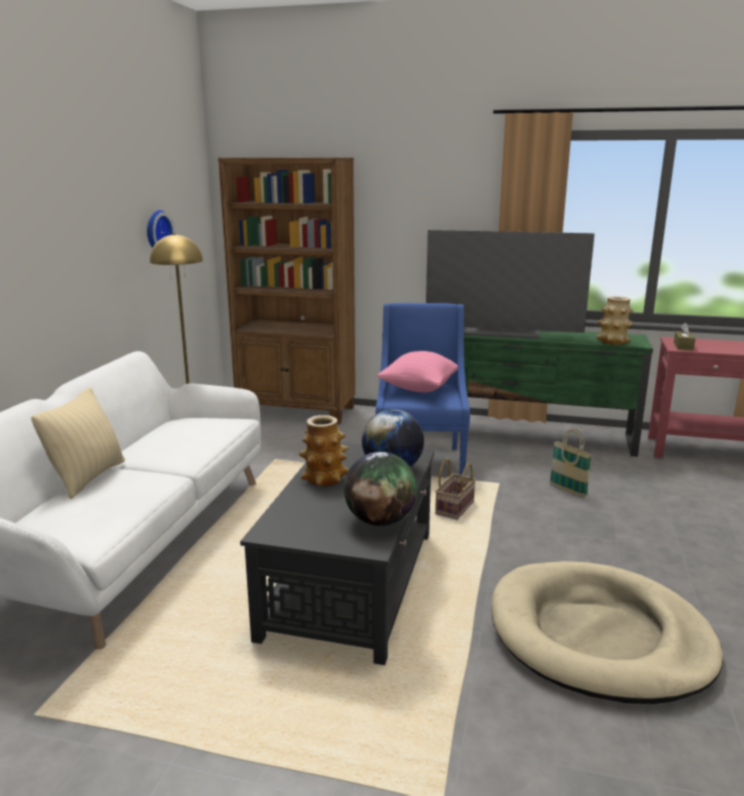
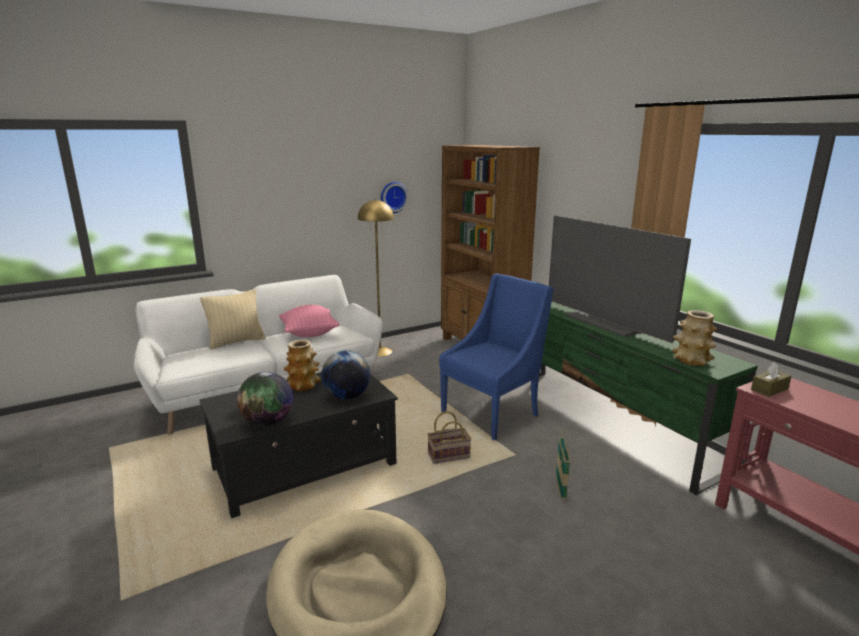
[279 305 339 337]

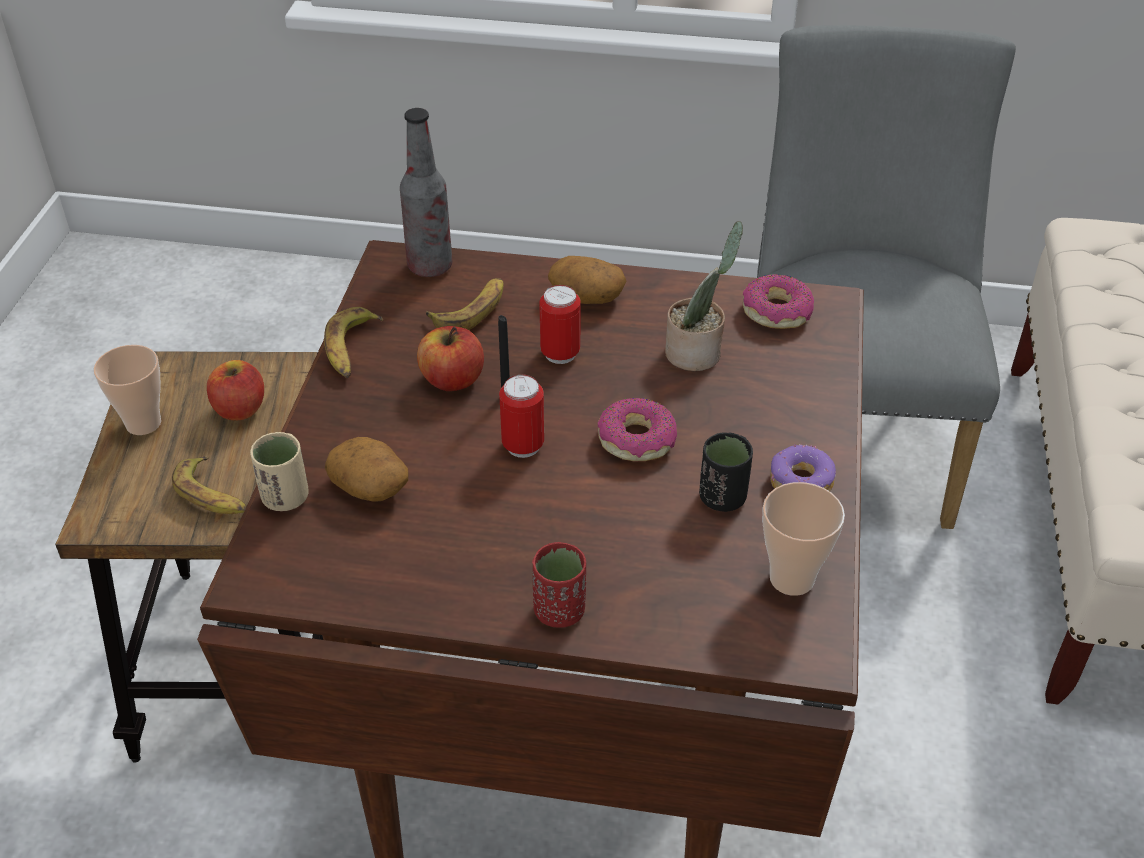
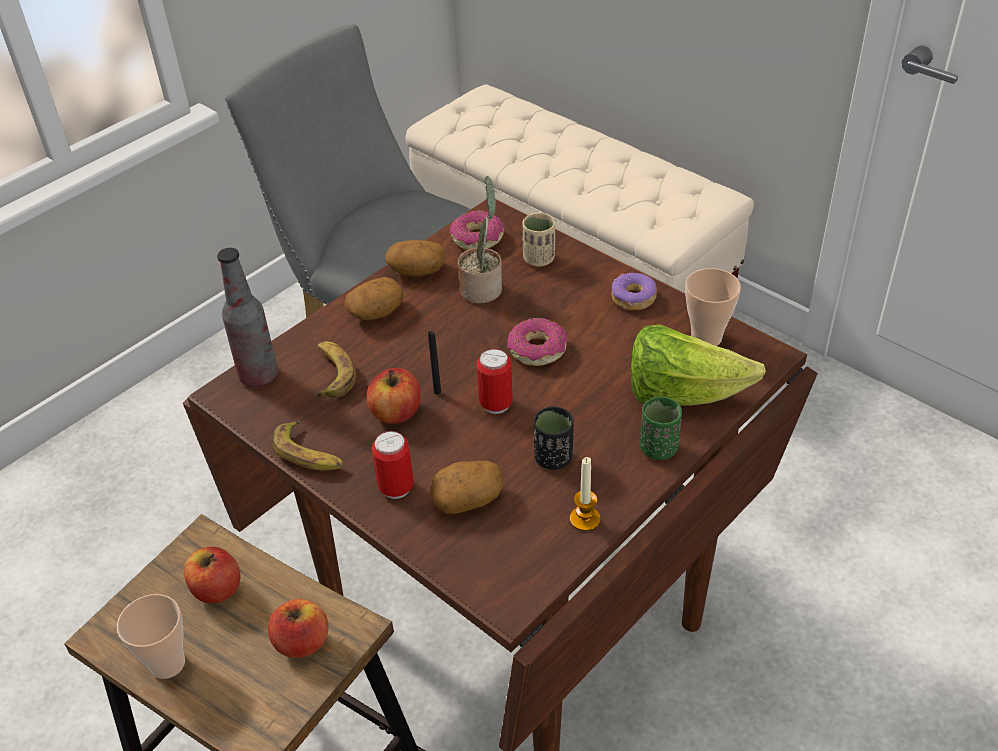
[268 599 328 658]
[522 213 555 267]
[640 397 682 460]
[372 431 414 499]
[534 406 574 470]
[385 240 446 277]
[570 457 601 531]
[631 324 766 406]

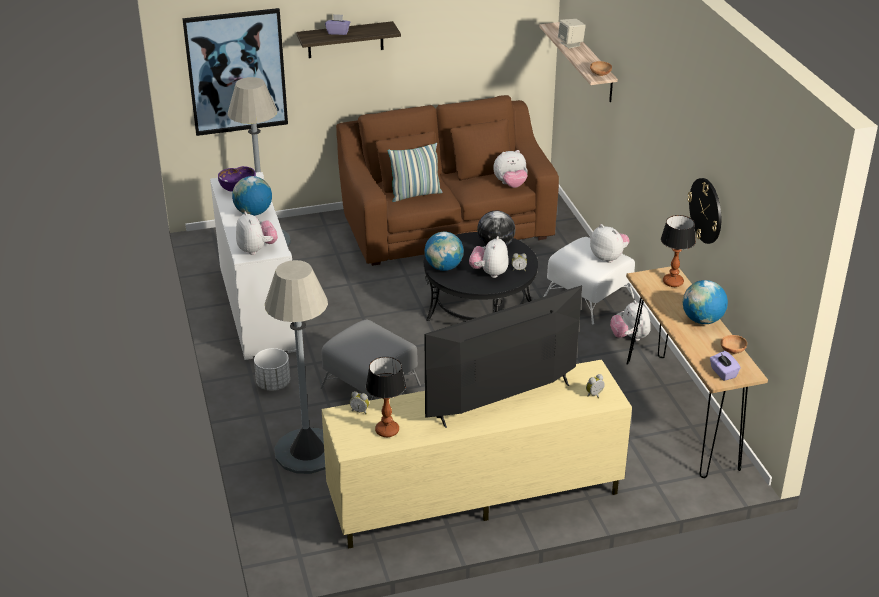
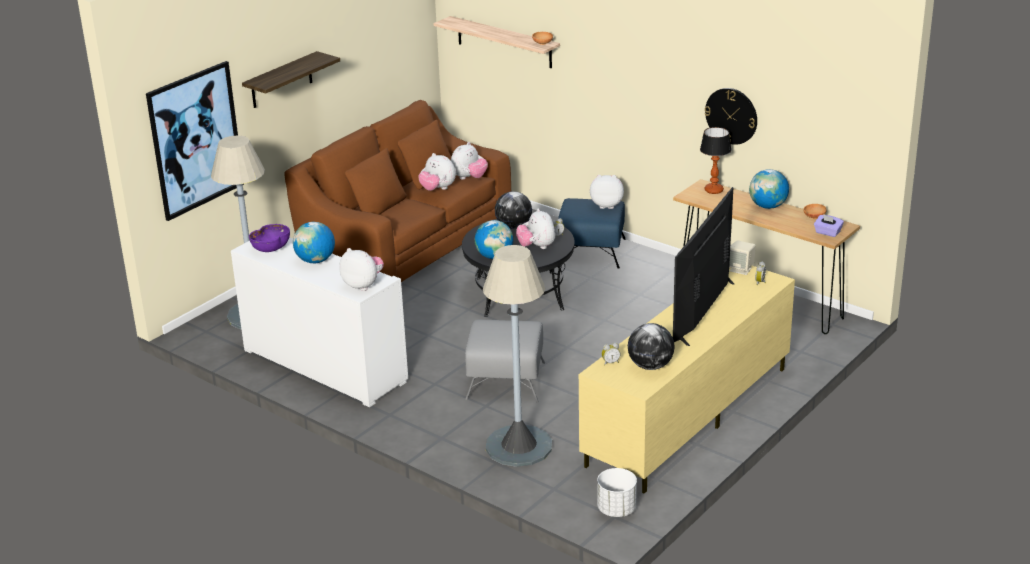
[597 468 637 517]
[325 14 350 35] (first image)
[628 323 675 370]
[388 143 443 202] (first image)
[558 198 626 269]
[729 240 756 275]
[418 153 456 191]

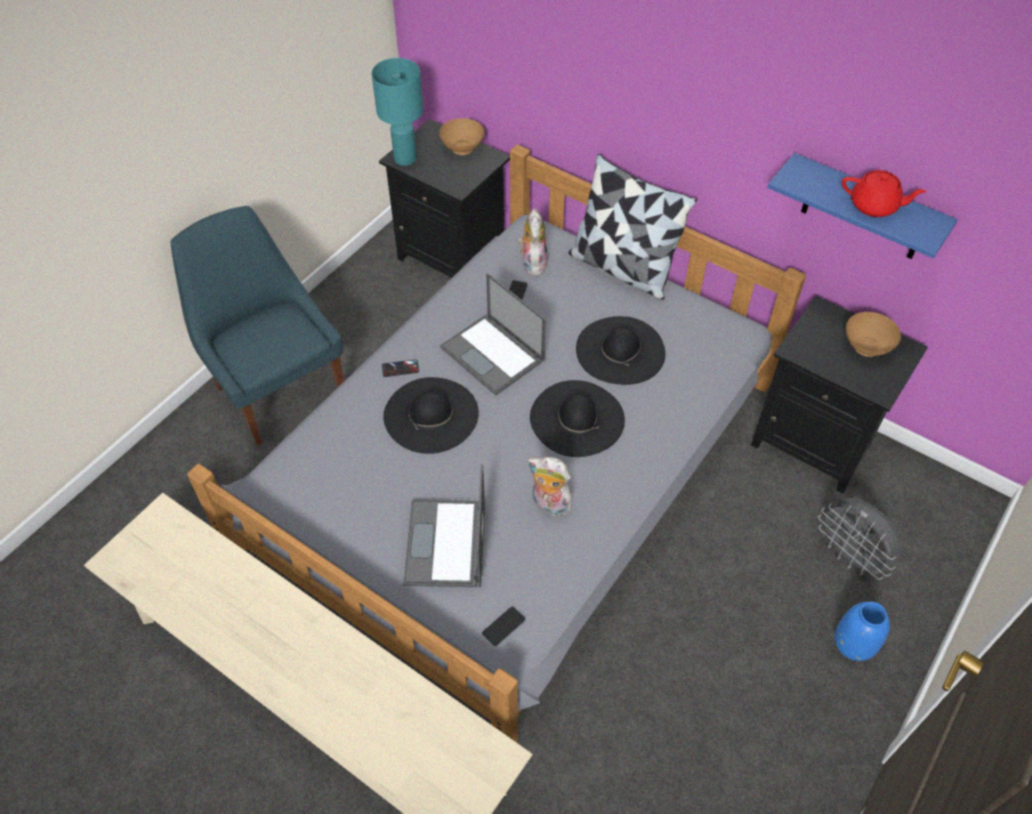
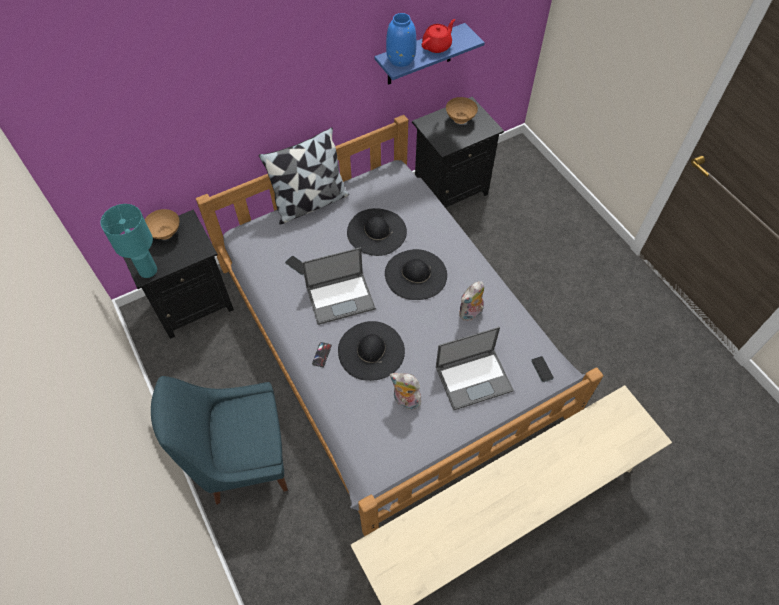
[436 327 514 410]
[390 373 421 410]
[818 498 902 580] (first image)
[386 13 416 67]

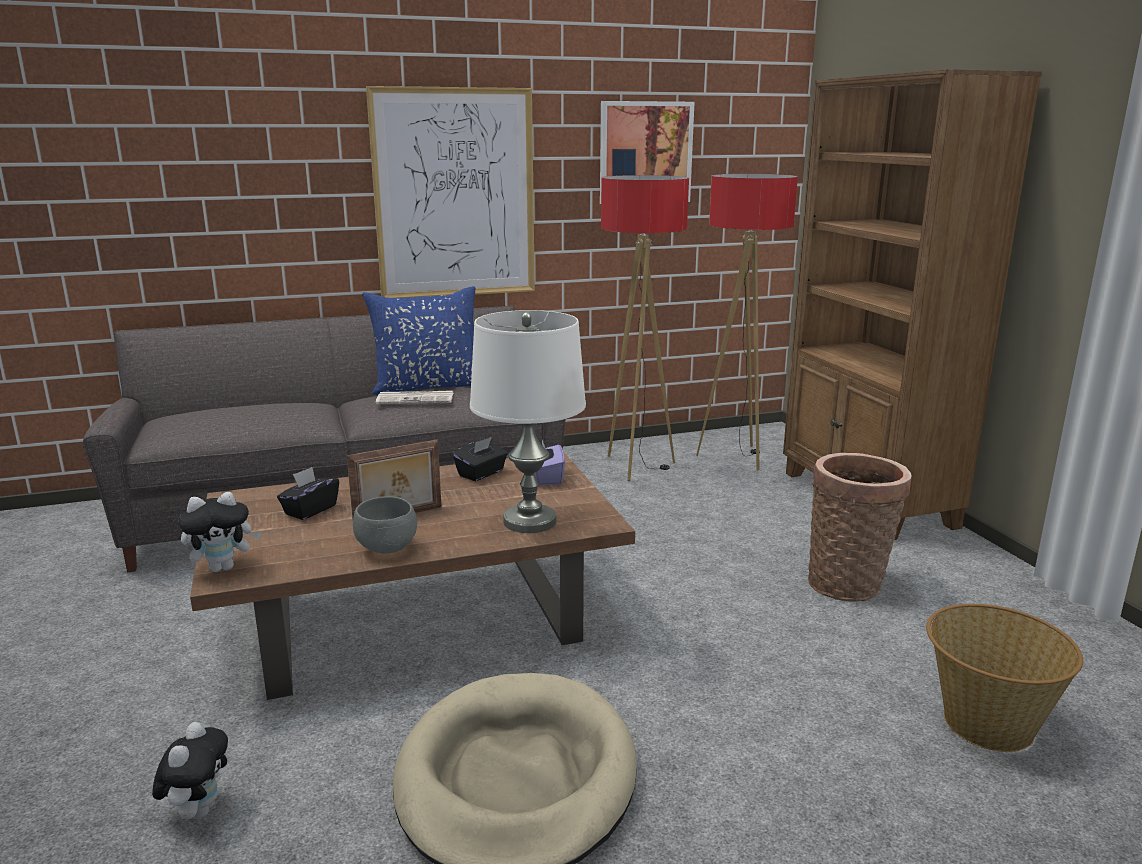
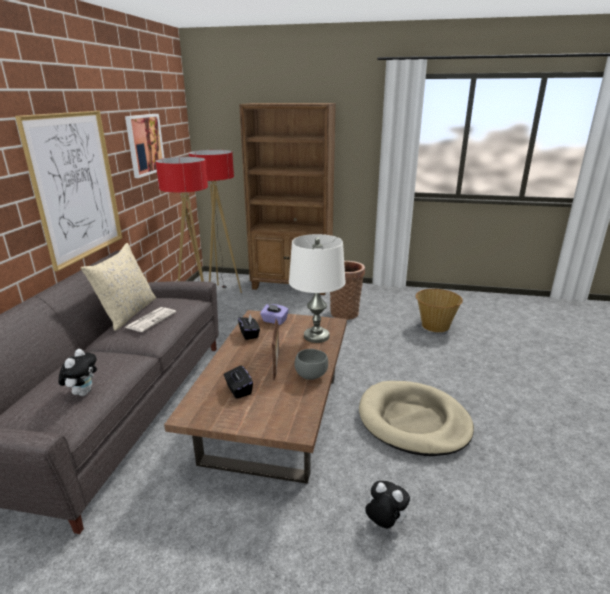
[58 349 97 396]
[81 243 156 331]

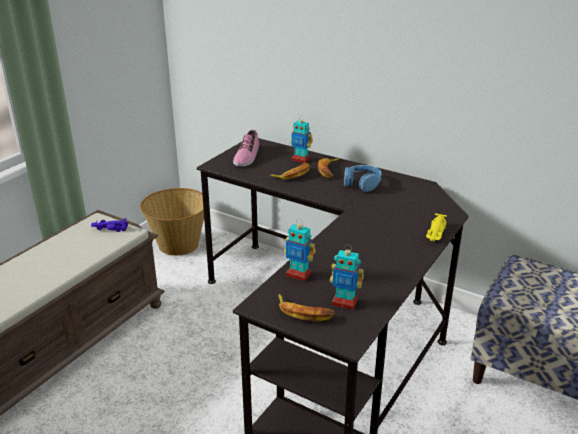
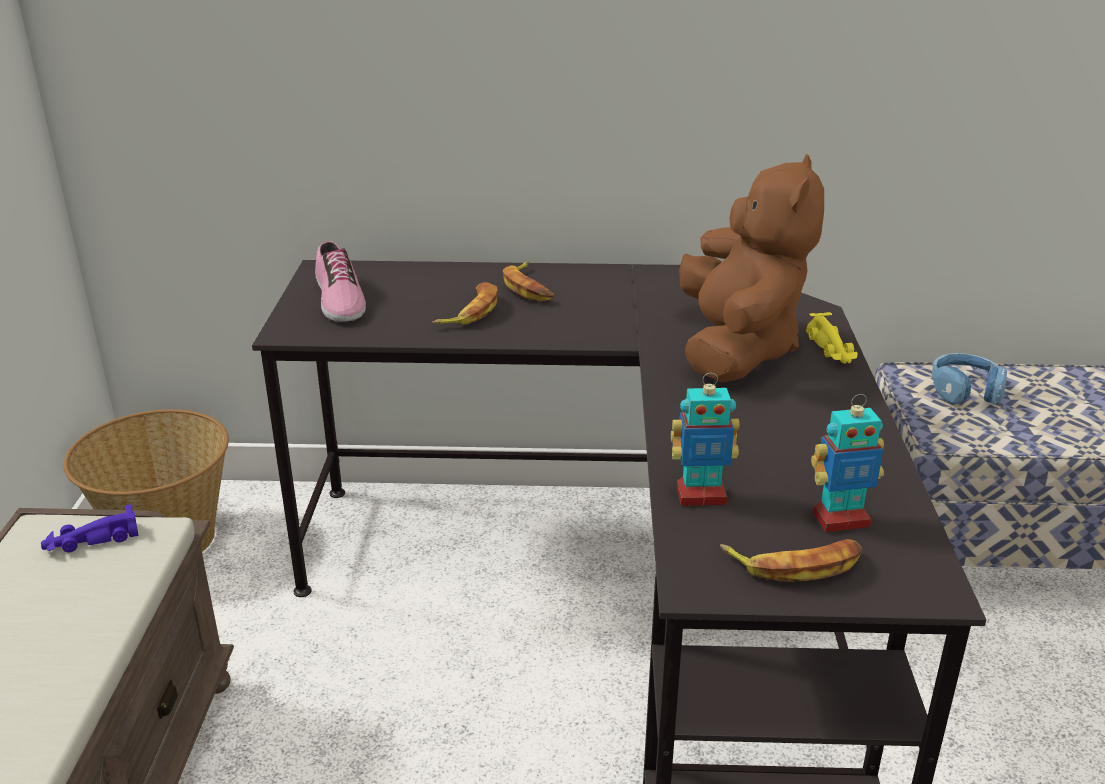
[290 116 313 163] (first image)
[932 353 1007 405]
[679 154 824 383]

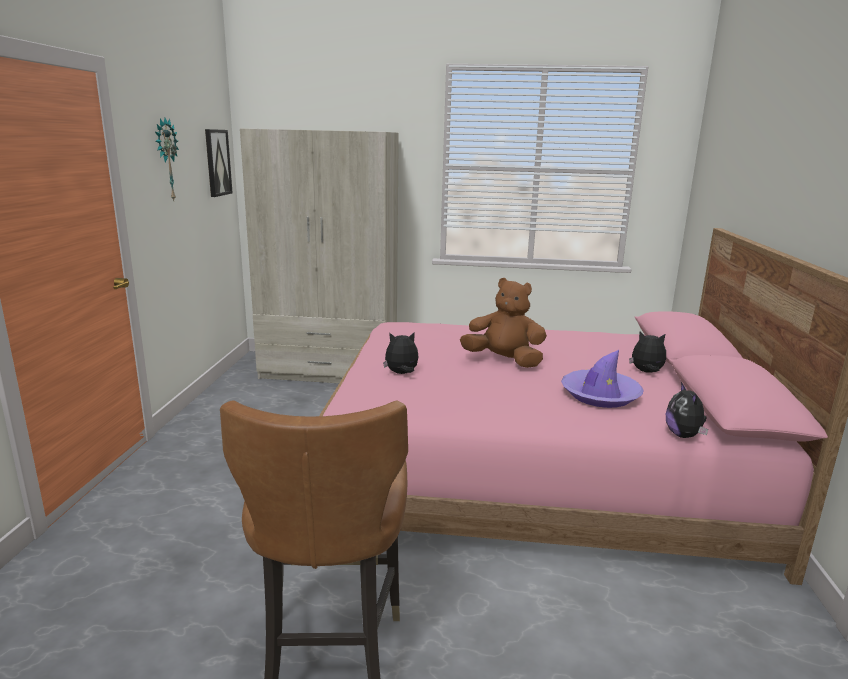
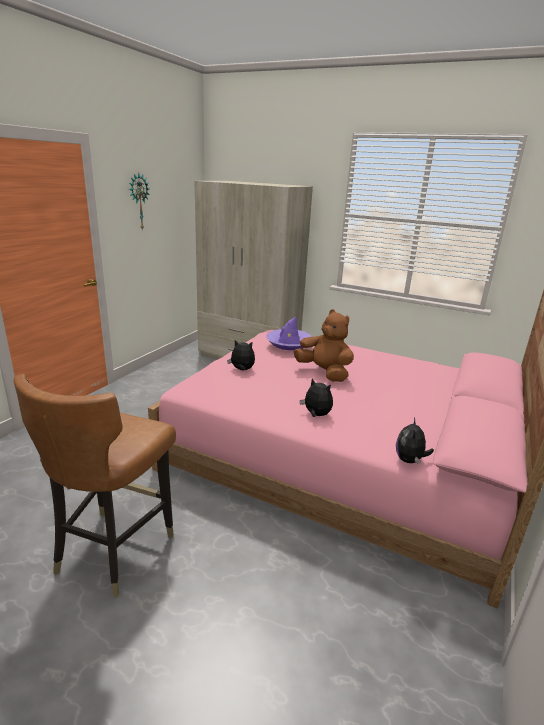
[205 129 233 197] (first image)
[266 317 312 350]
[300 378 333 417]

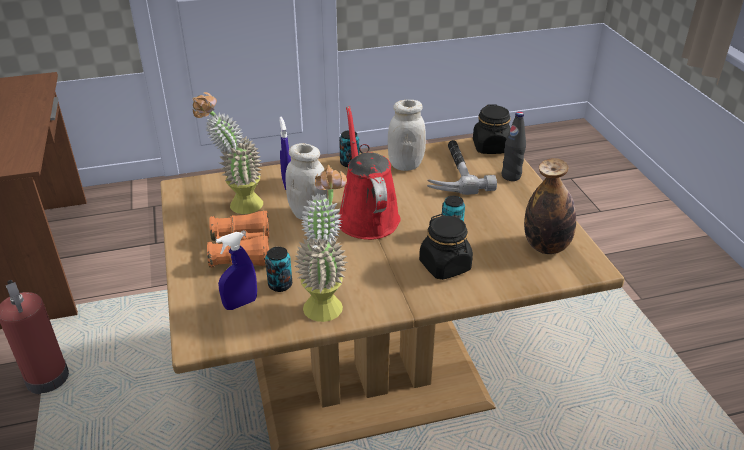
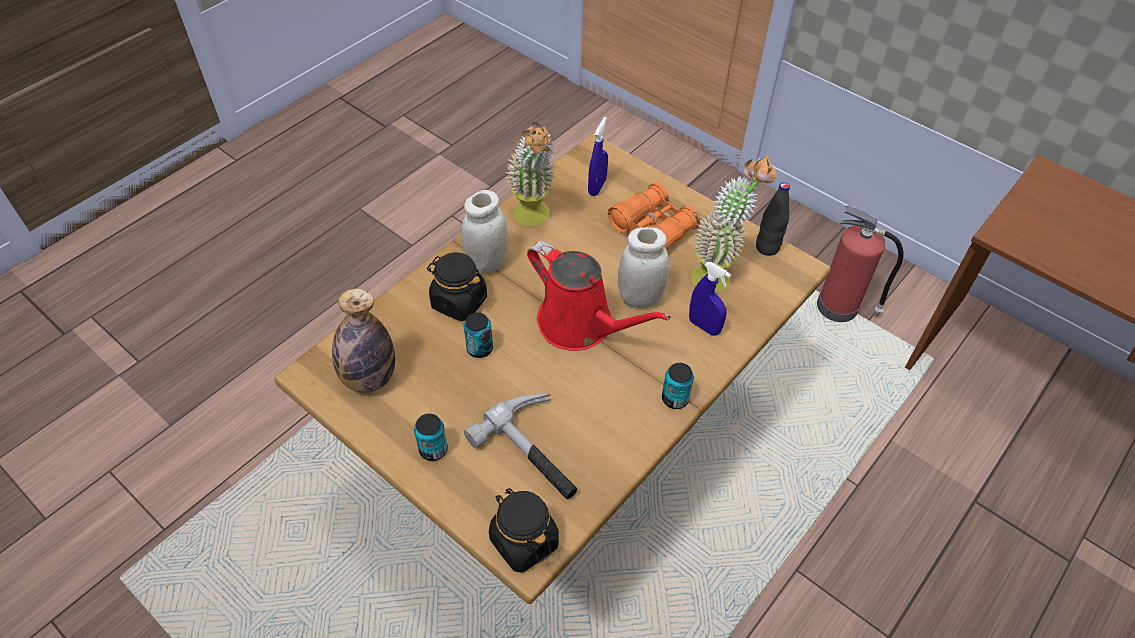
[414 414 448 461]
[461 190 508 274]
[756 182 790 256]

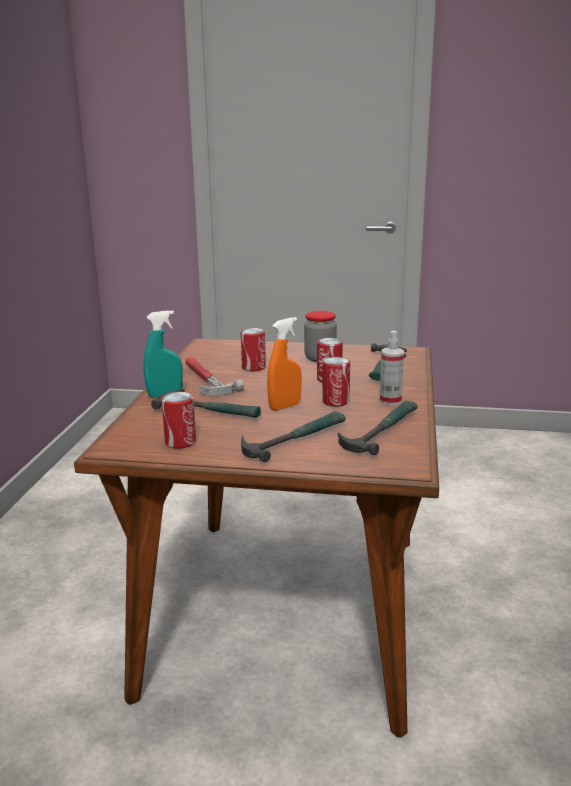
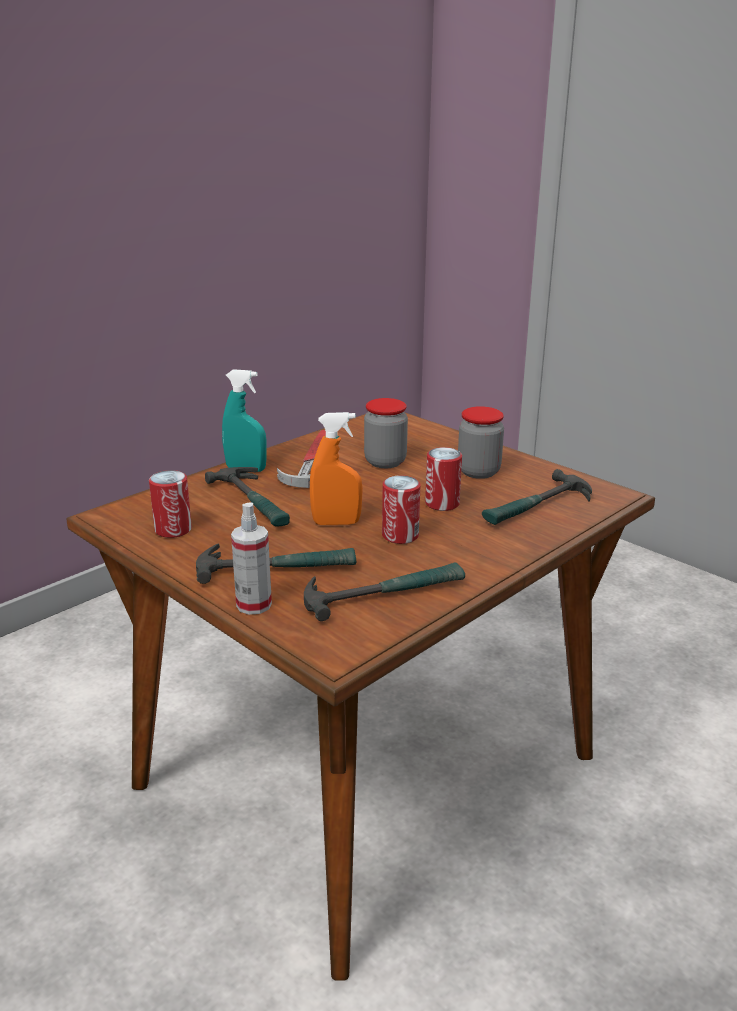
[364 398 408 468]
[231 502 272 615]

